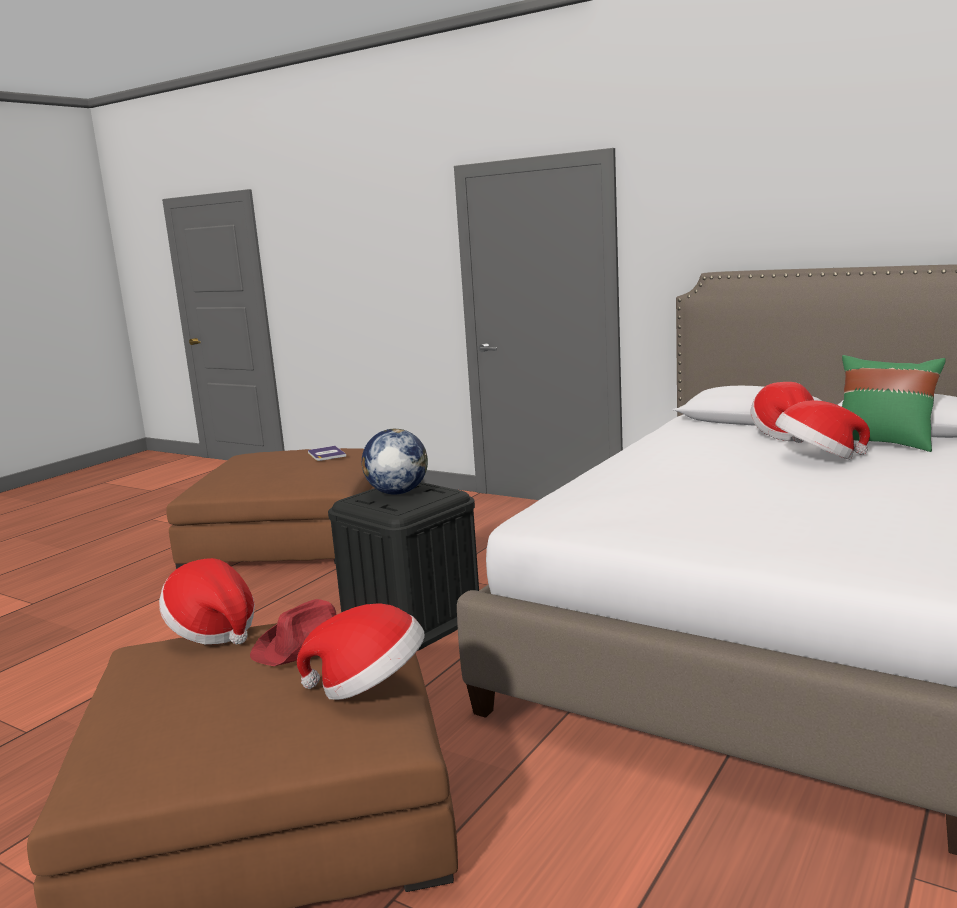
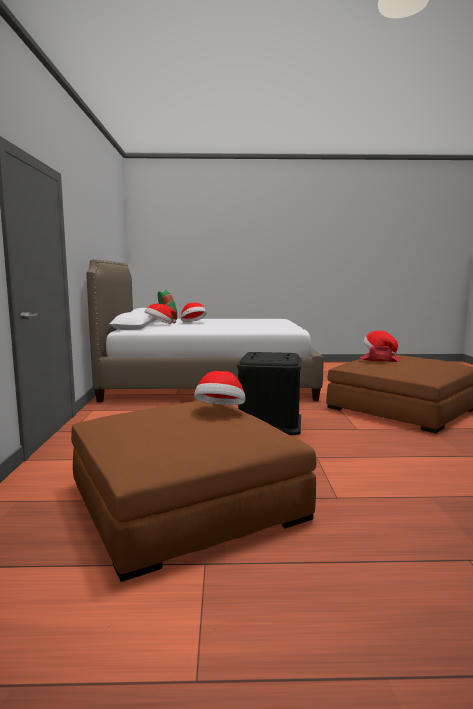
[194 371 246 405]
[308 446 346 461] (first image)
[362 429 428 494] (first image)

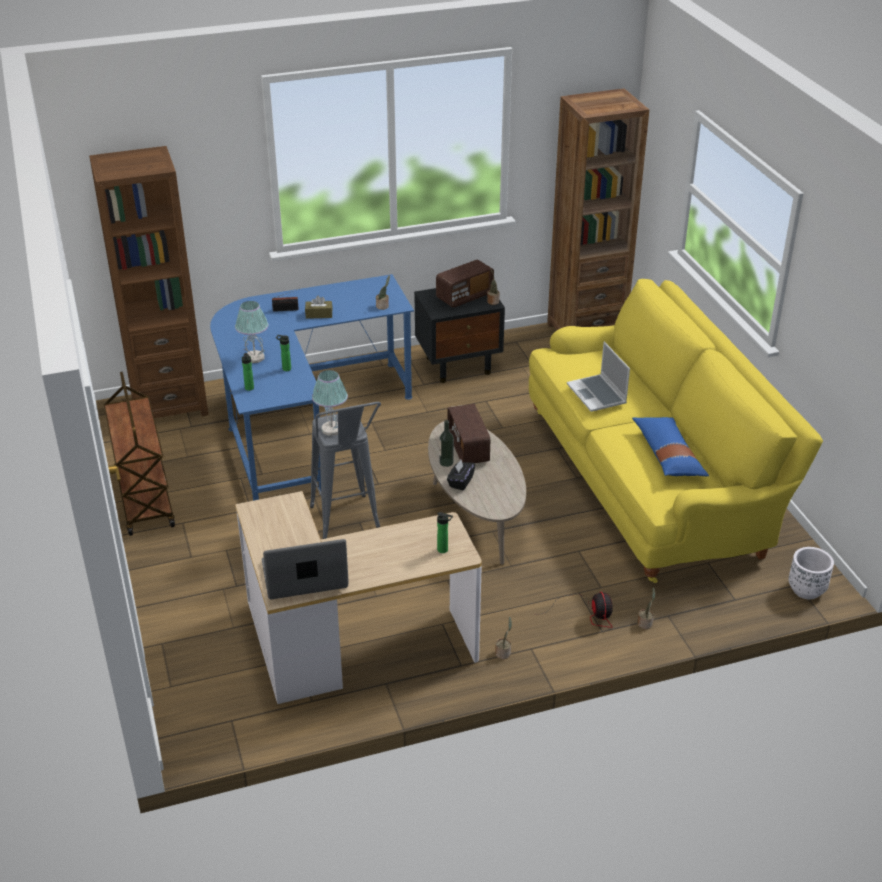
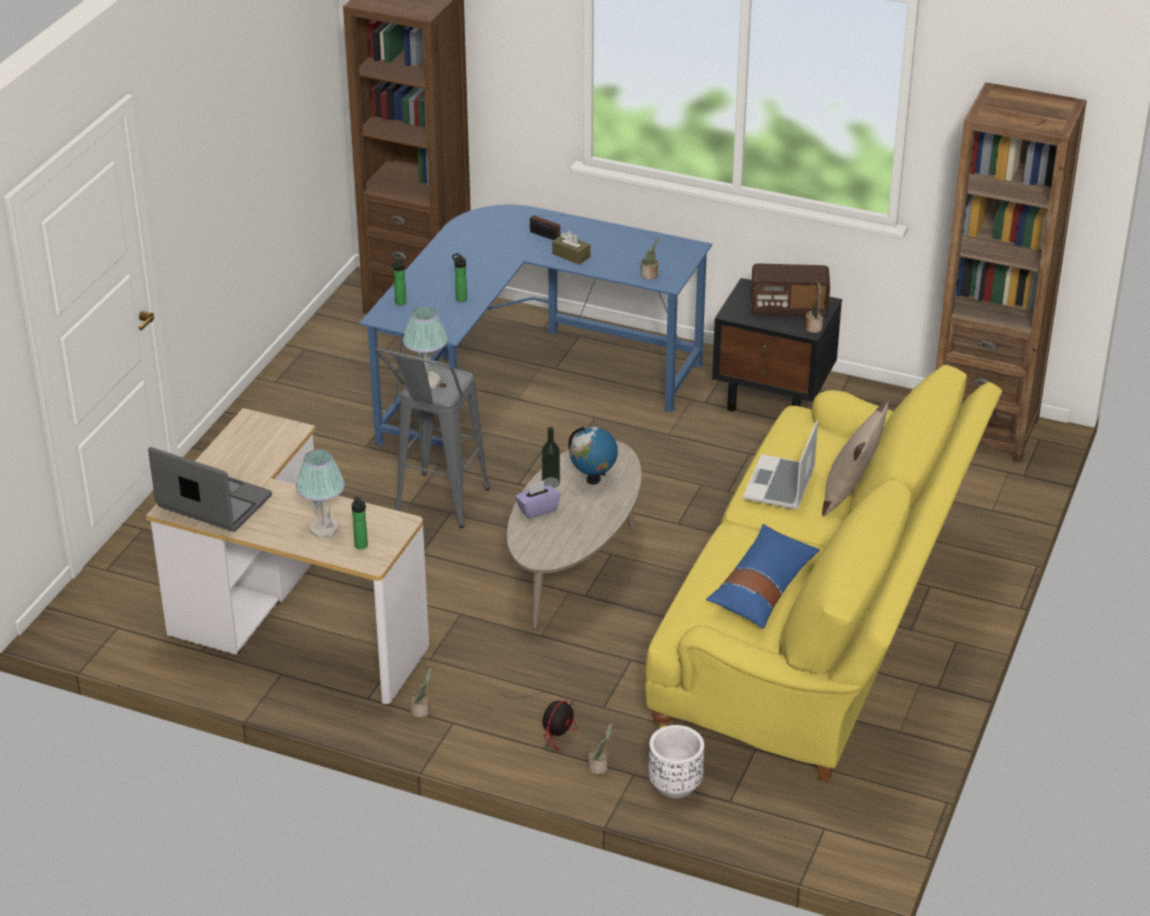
[104 371 175 536] (first image)
[296 449 345 539]
[568 426 618 485]
[515 480 561 519]
[648 725 704 798]
[822 400 889 516]

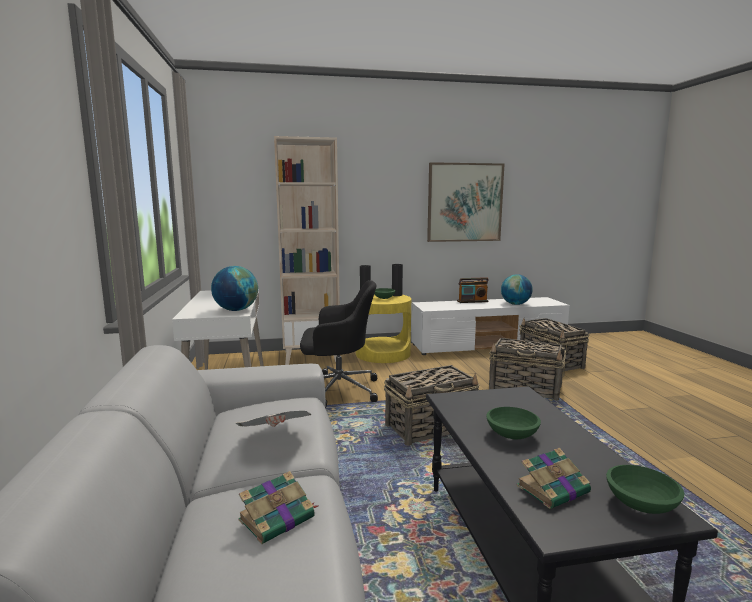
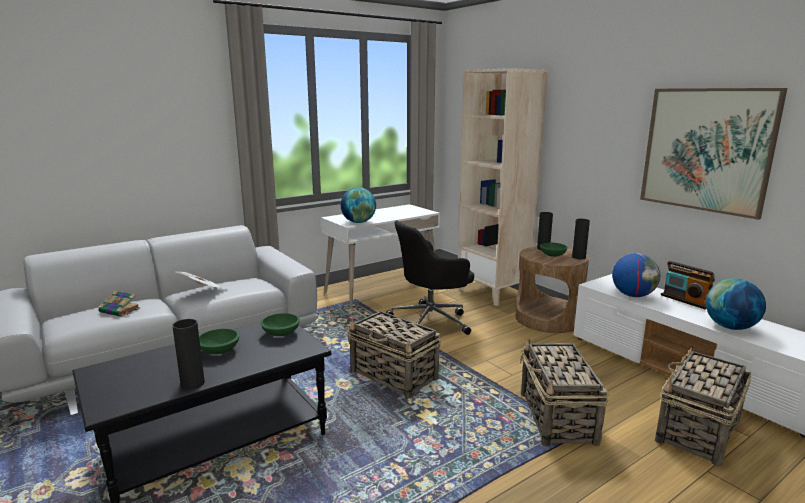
[386 220 474 335]
[515 246 589 333]
[516 448 591 509] (first image)
[261 313 300 336]
[172 319 205 390]
[612 253 660 297]

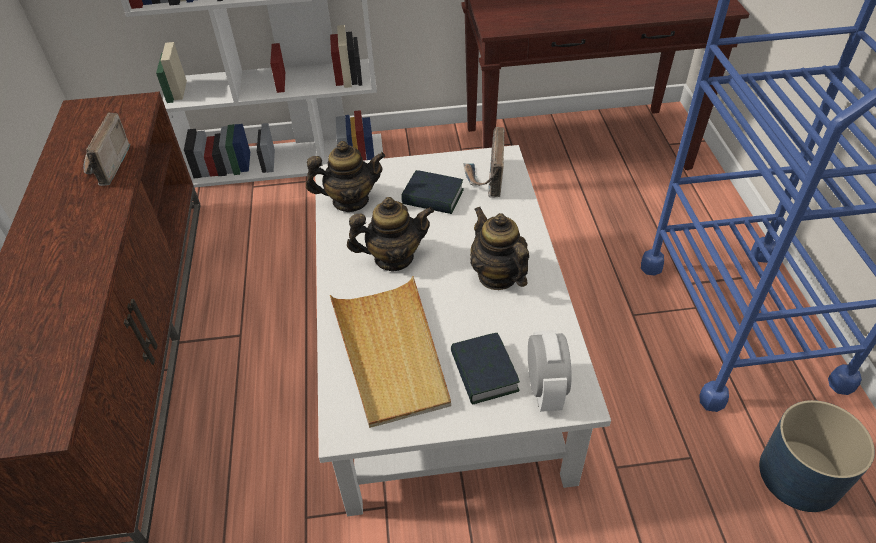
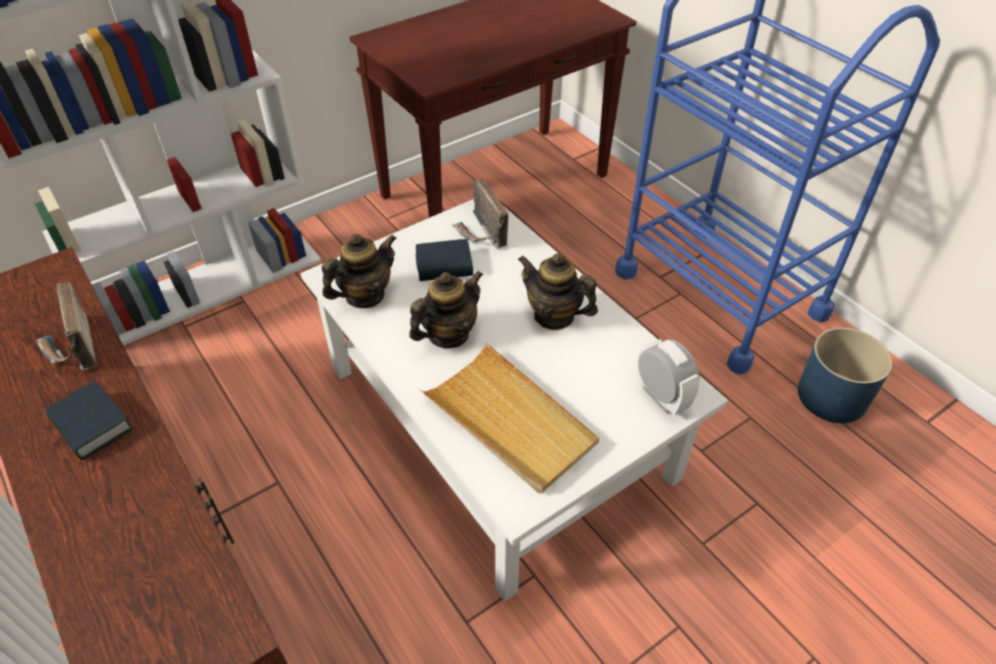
[46 381 133 460]

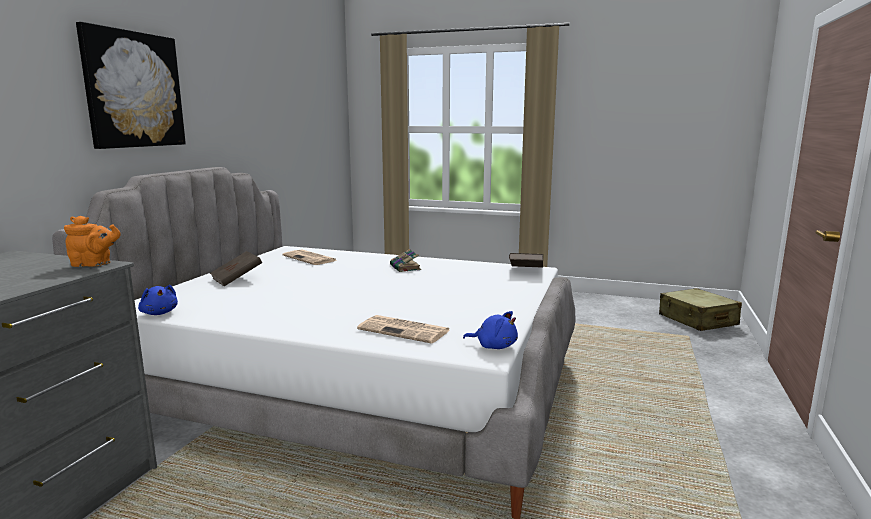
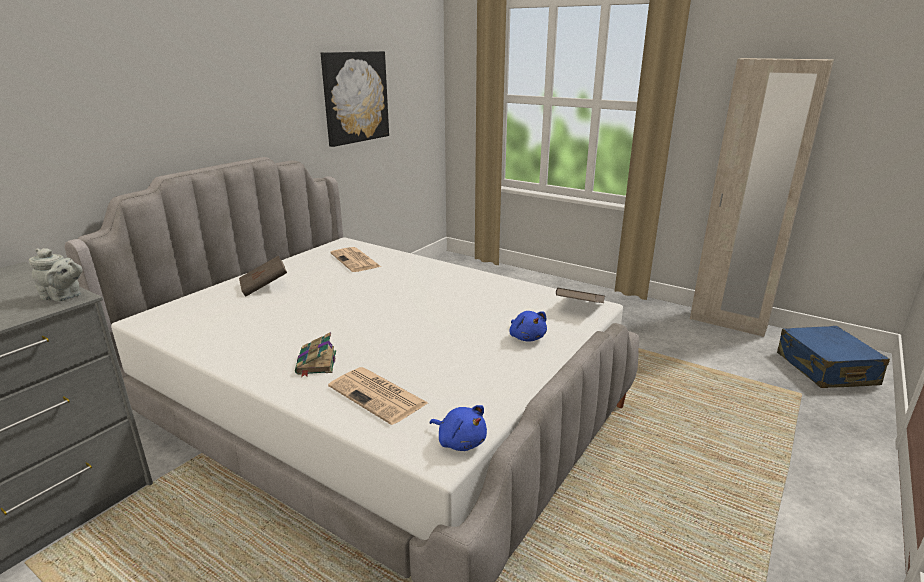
[29 248 82 301]
[321 51 389 147]
[509 311 547 341]
[295 332 336 377]
[777 326 890 388]
[690 58 834 337]

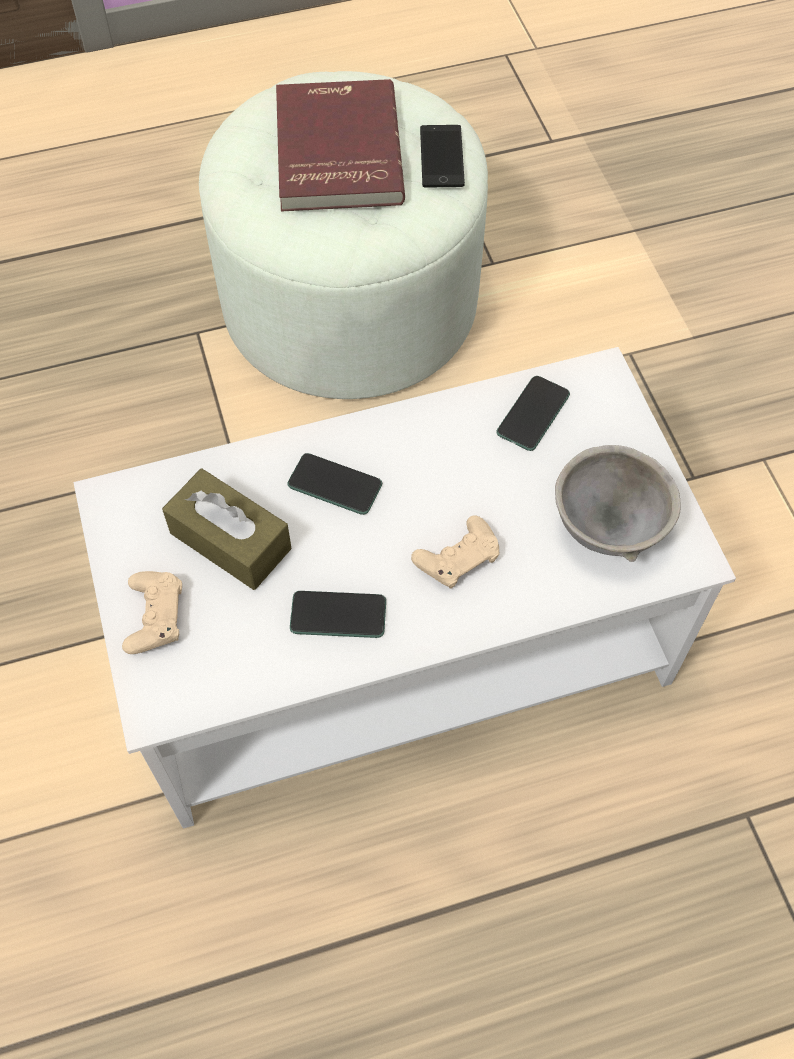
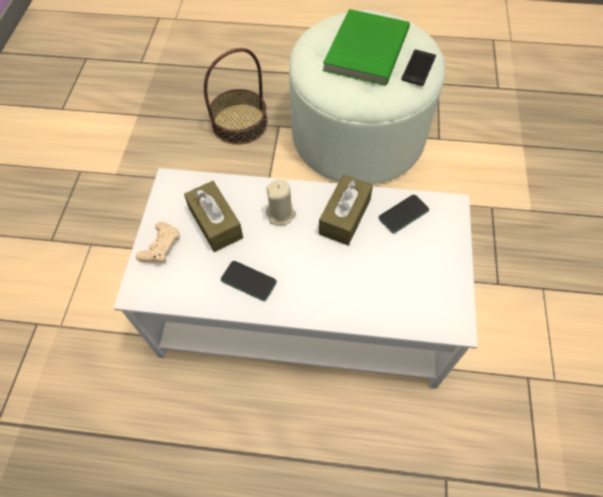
[323 9 410 86]
[266 180 296 225]
[411 515 500 589] (first image)
[555 445 681 562] (first image)
[204 48 268 145]
[319 174 373 245]

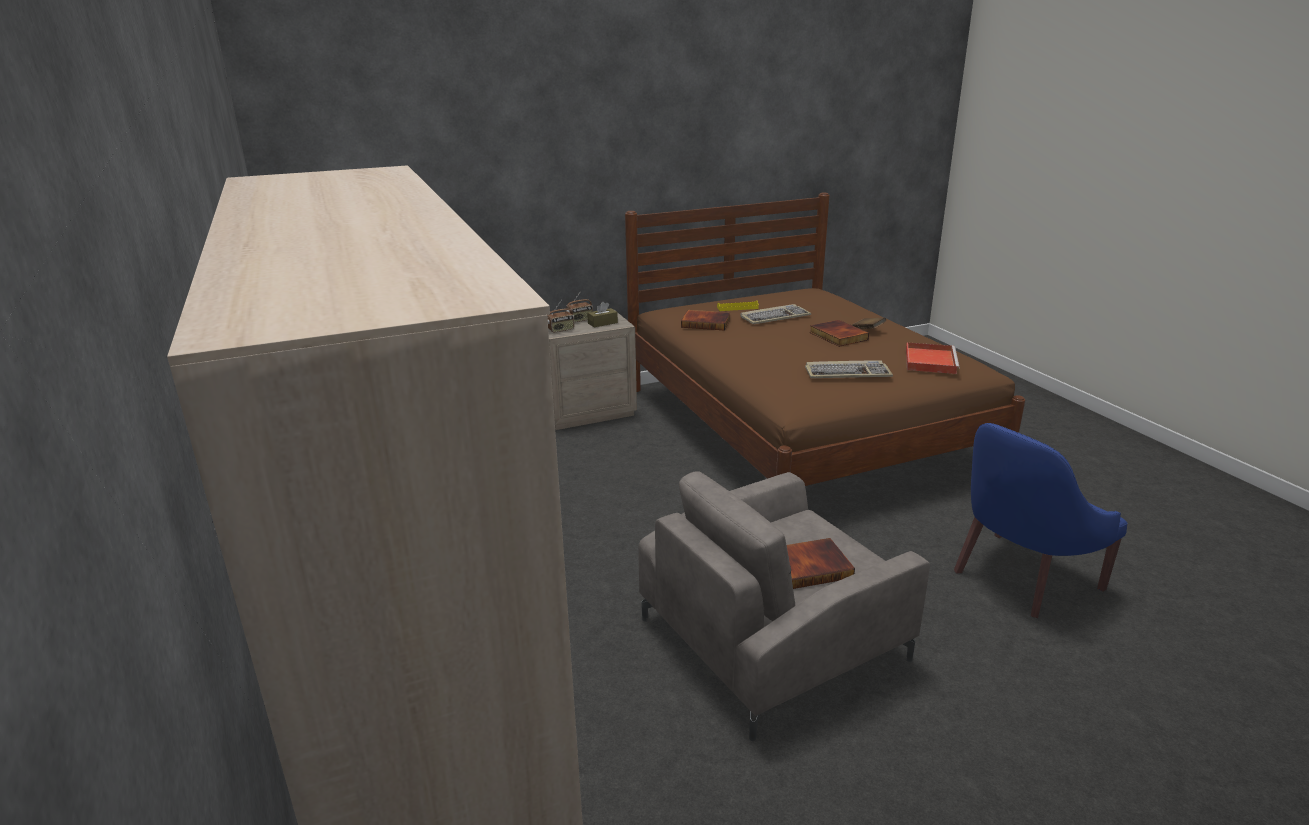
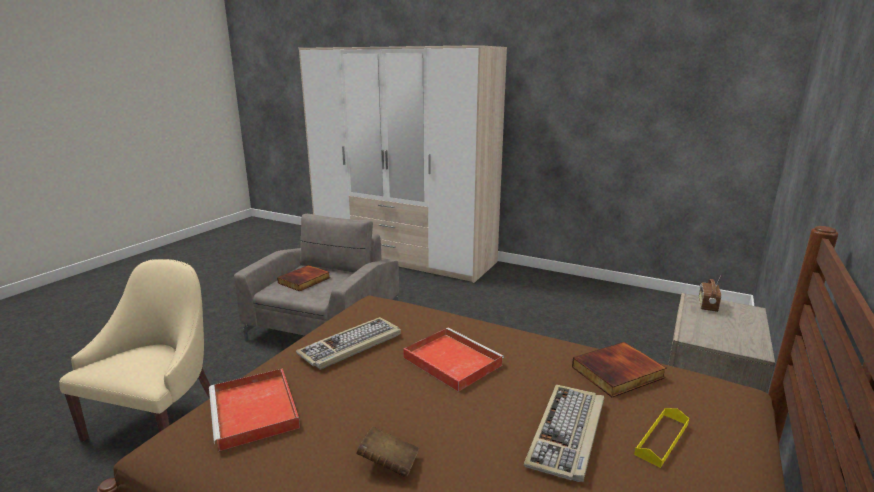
[566 291 593 322] (first image)
[587 301 618 327] (first image)
[810 320 869 347] (first image)
[59 259 210 441]
[403 328 504 392]

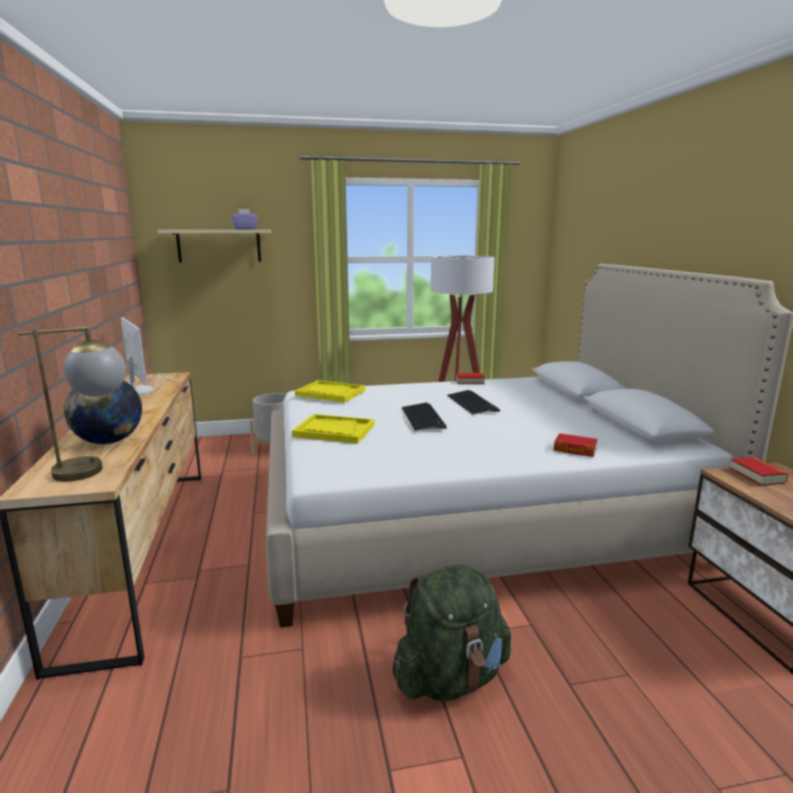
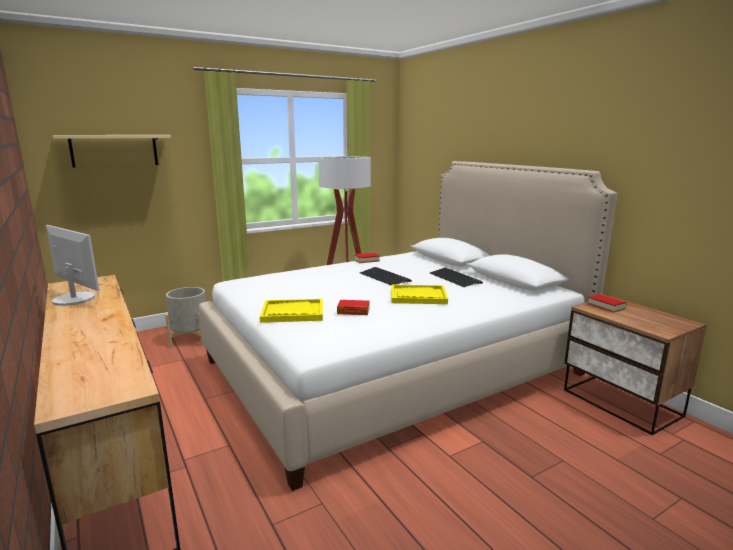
[17 327 126 482] (first image)
[64 380 142 444] (first image)
[231 209 258 229] (first image)
[392 285 448 304]
[392 564 511 702] (first image)
[430 268 483 287]
[337 300 370 315]

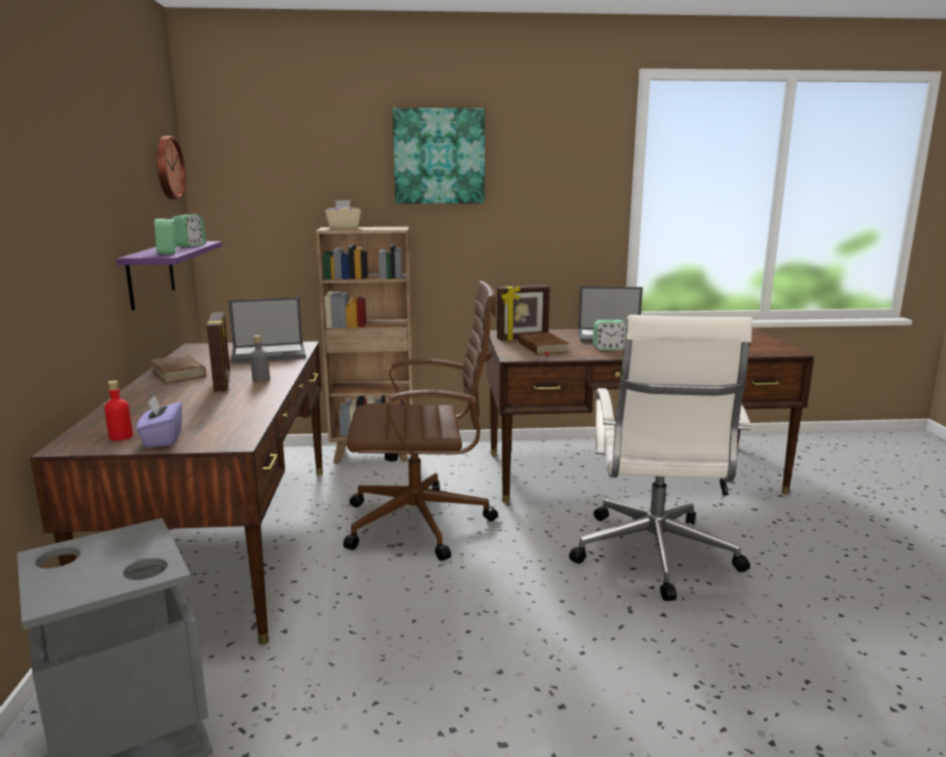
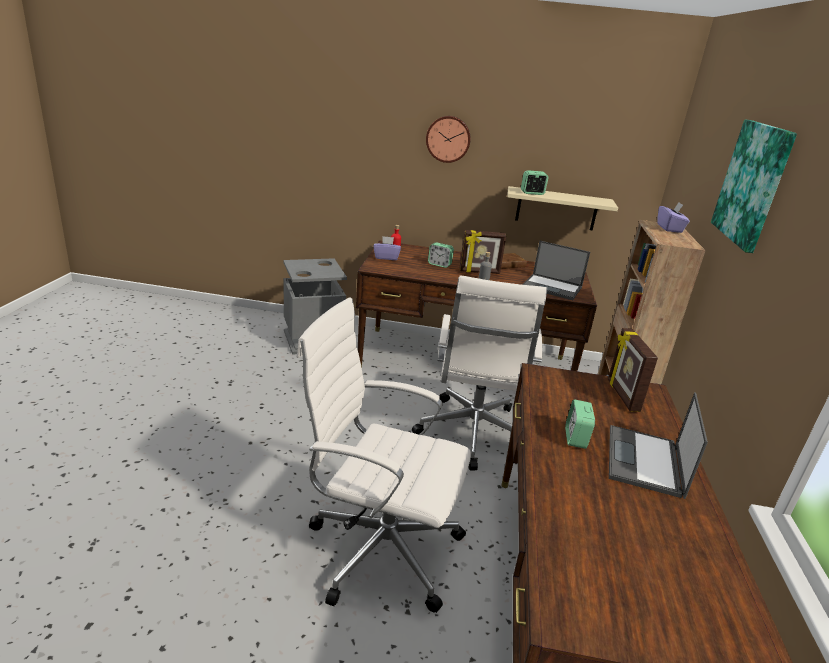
[507 186 618 231]
[426 116 471 163]
[428 242 454 268]
[522 241 590 300]
[657 203 690 233]
[412 276 547 471]
[518 332 569 356] (first image)

